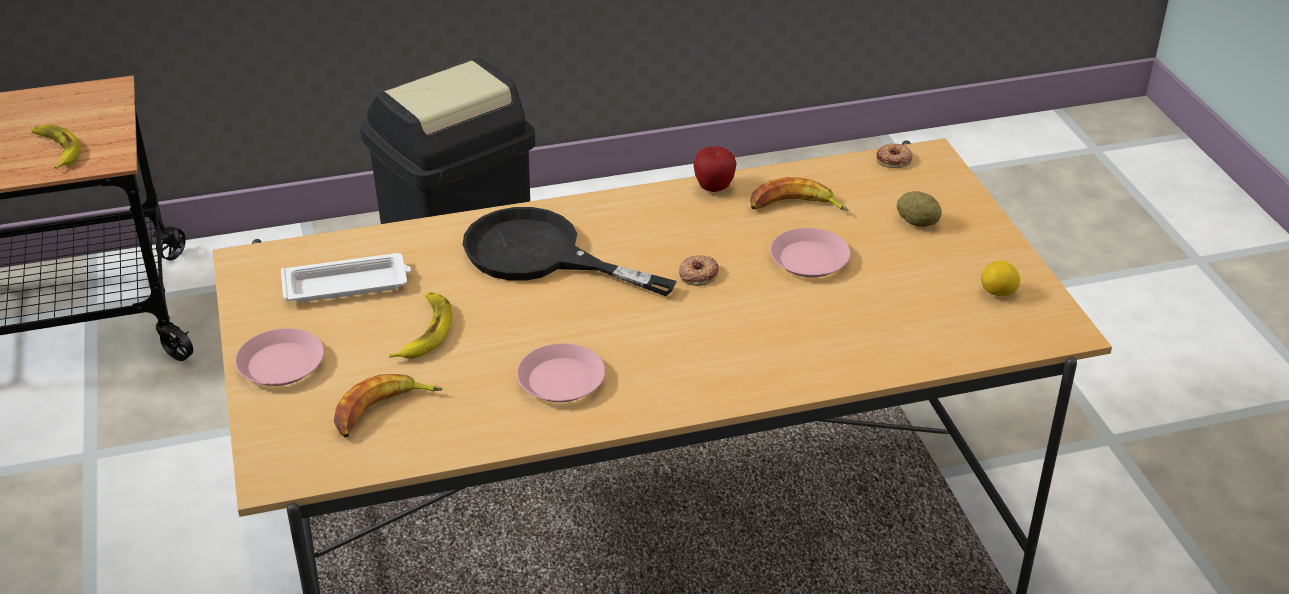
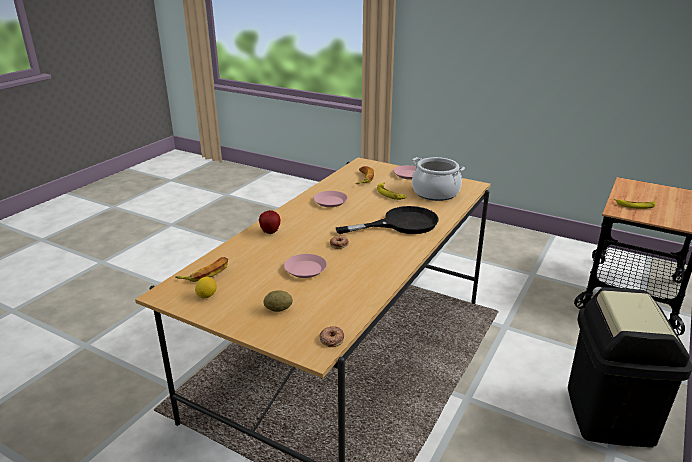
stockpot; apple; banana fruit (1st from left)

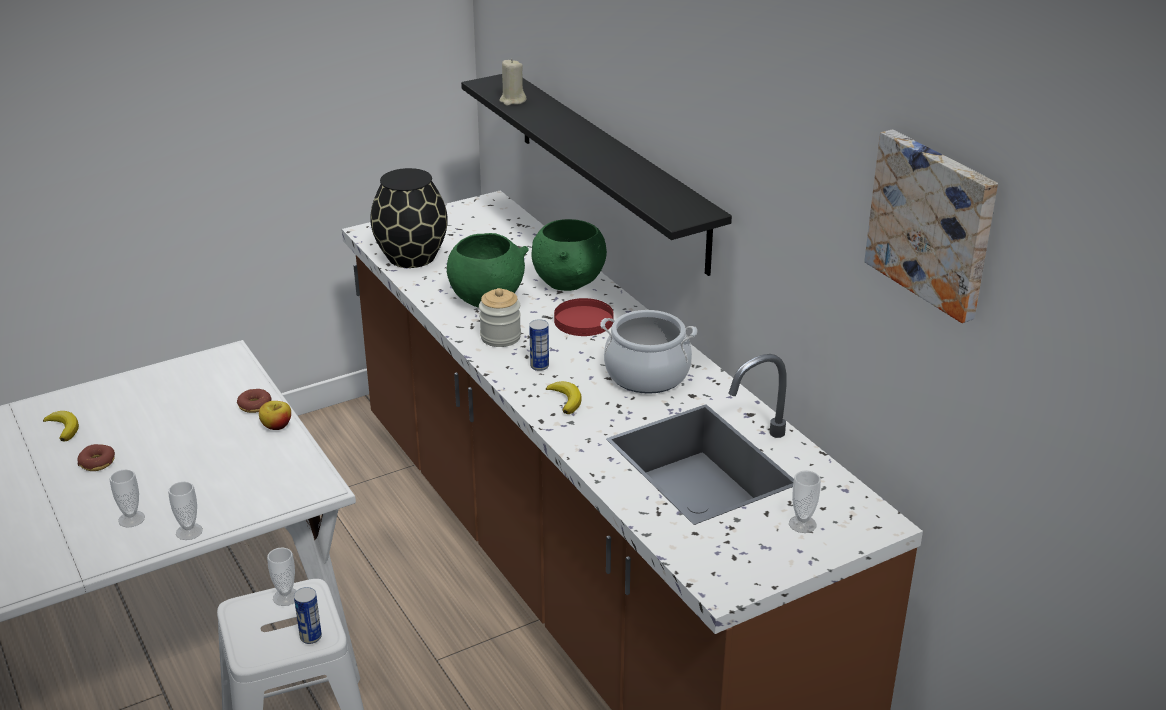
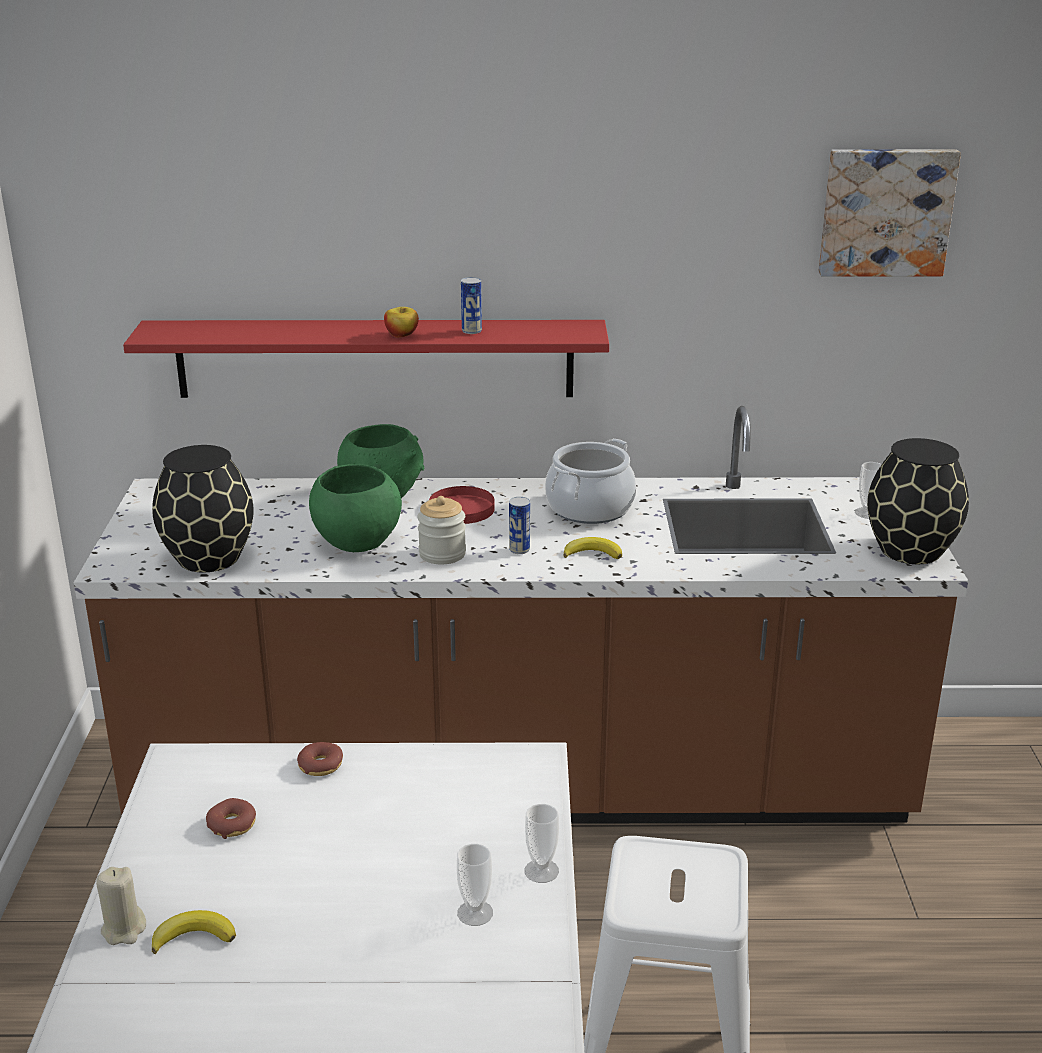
donut (1st from left); apple; small cup (3rd from left in the first image); metal can (1st from left); red shelf; beige-coloured wax candle; blackish flower vase (2nd from left)

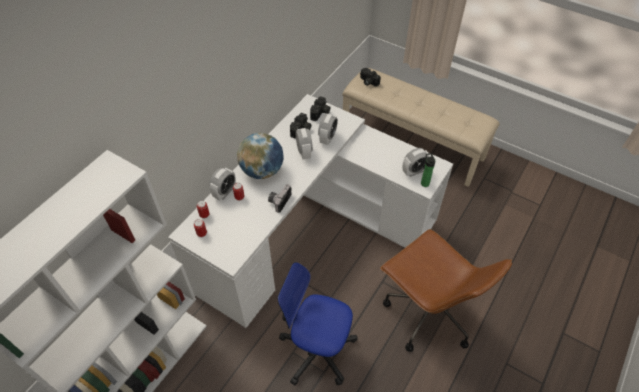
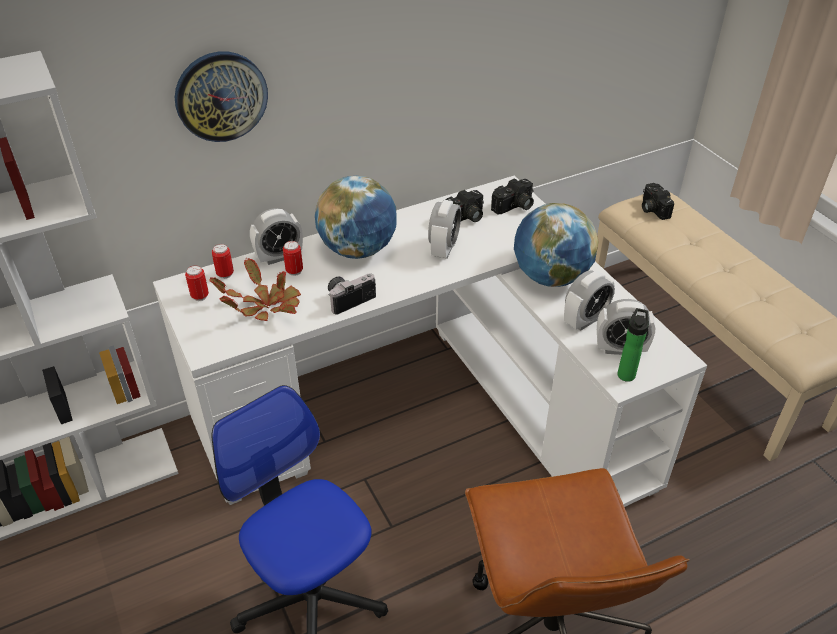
alarm clock (3rd from left); wall clock; houseplant; globe (2nd from left)

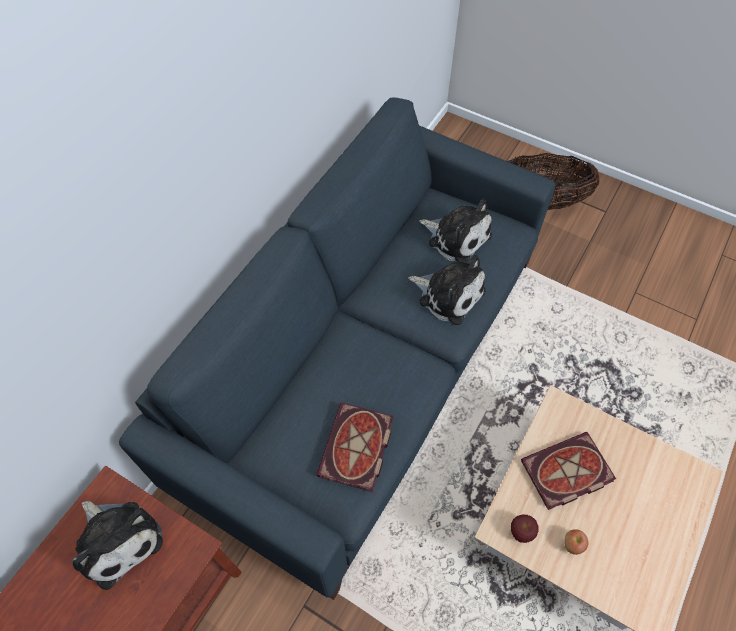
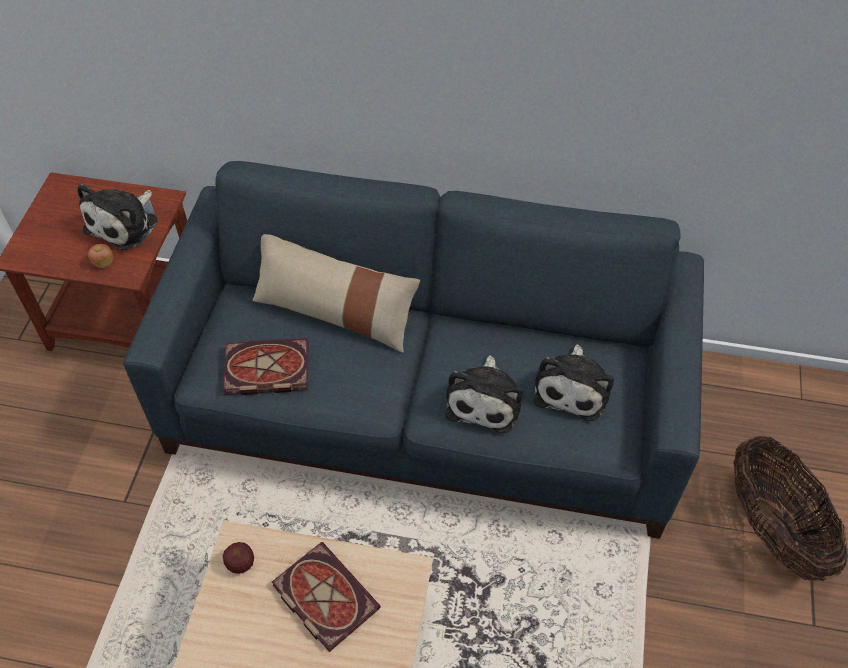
apple (1st from left); beige-coloured cushion

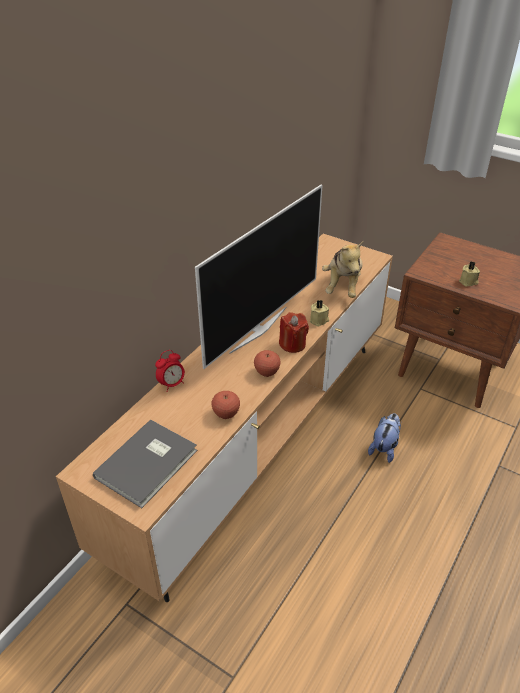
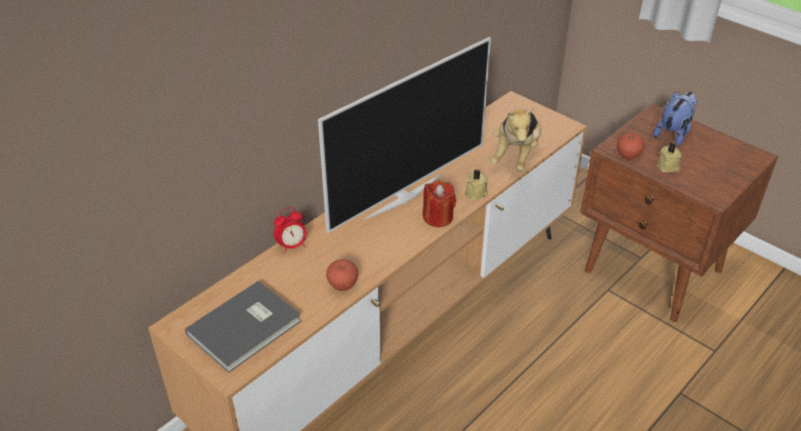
apple (2nd from left); soft toy (2nd from left)

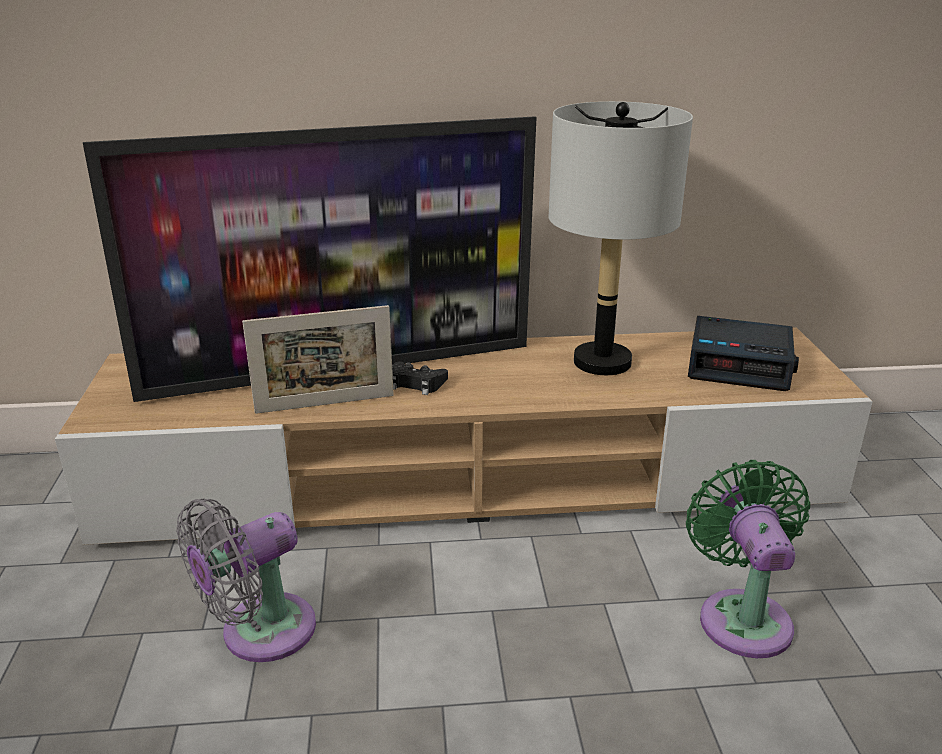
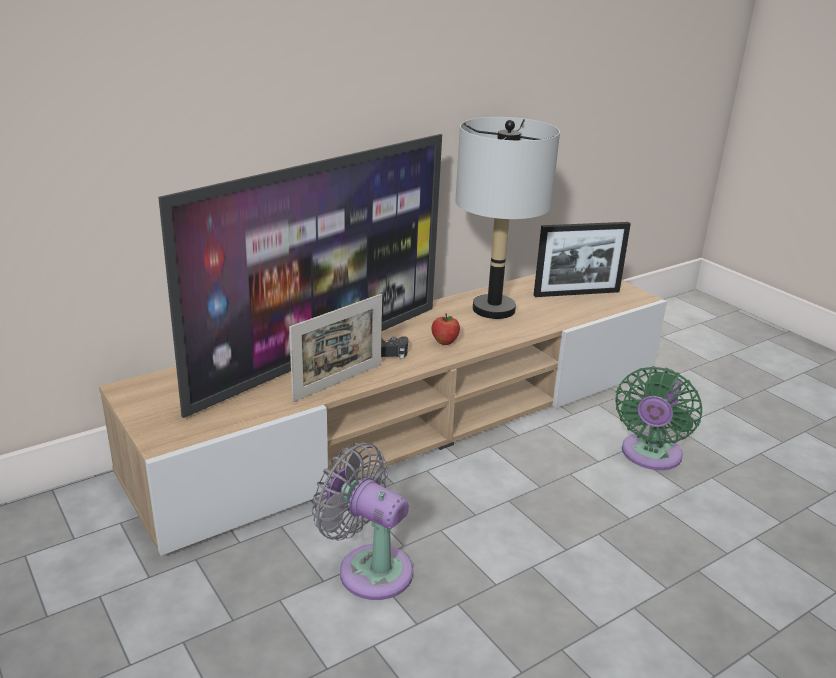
greyish fan; greenish fan; photo frame (2nd from left); apple

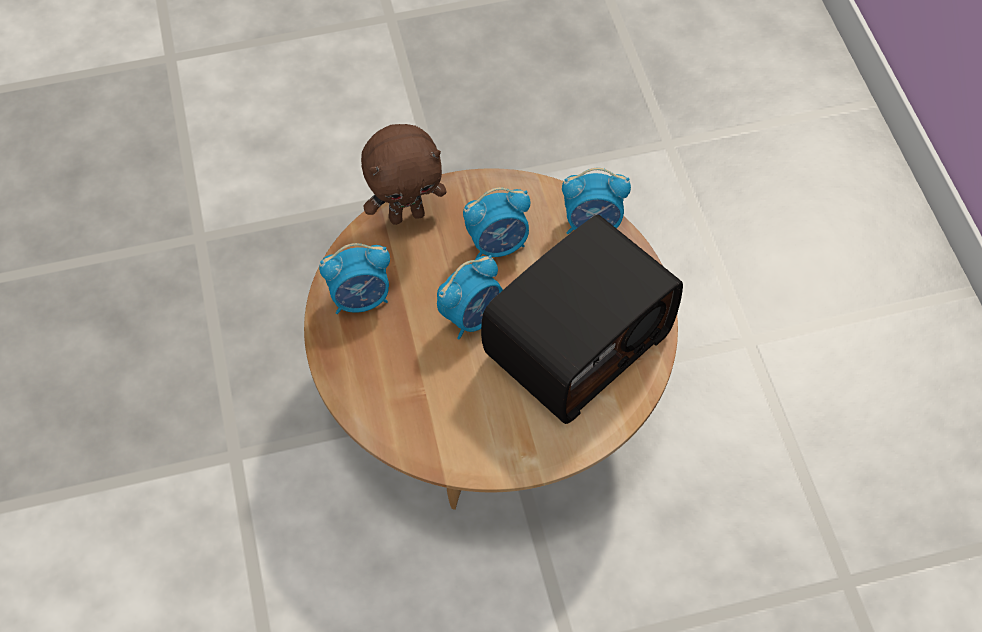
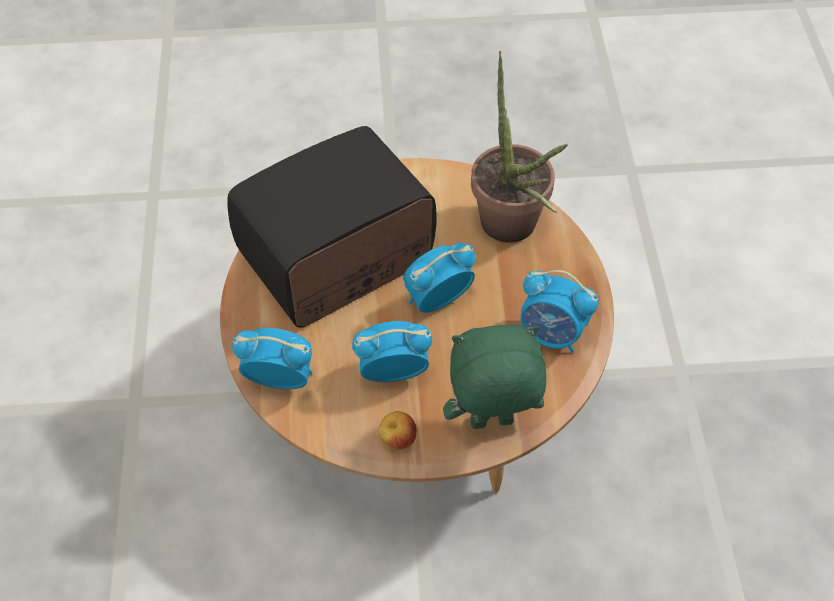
alarm clock (4th from left); greenish soft toy; apple; houseplant

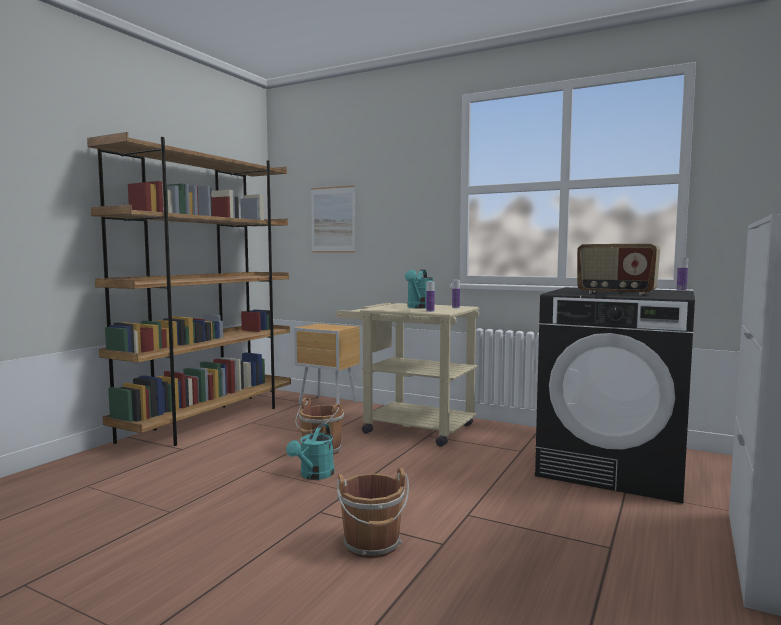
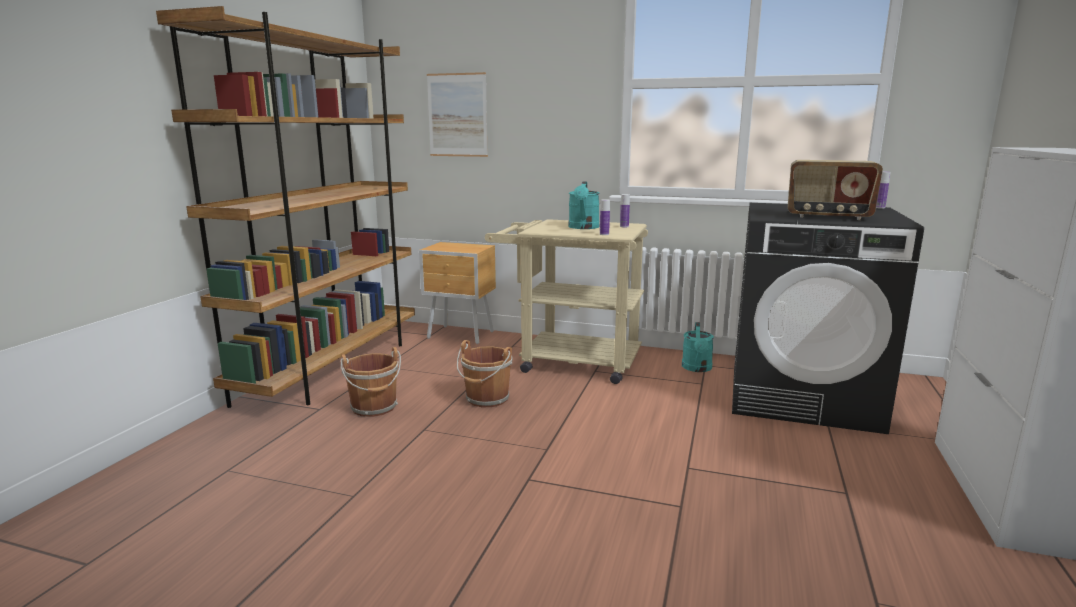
blue-green watering pot (2nd from left); brown water bucket (1st from left)

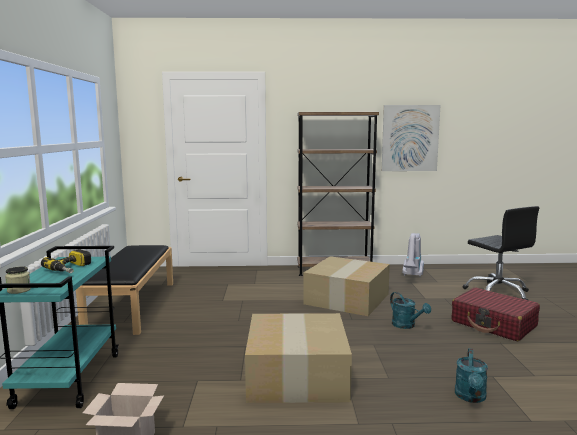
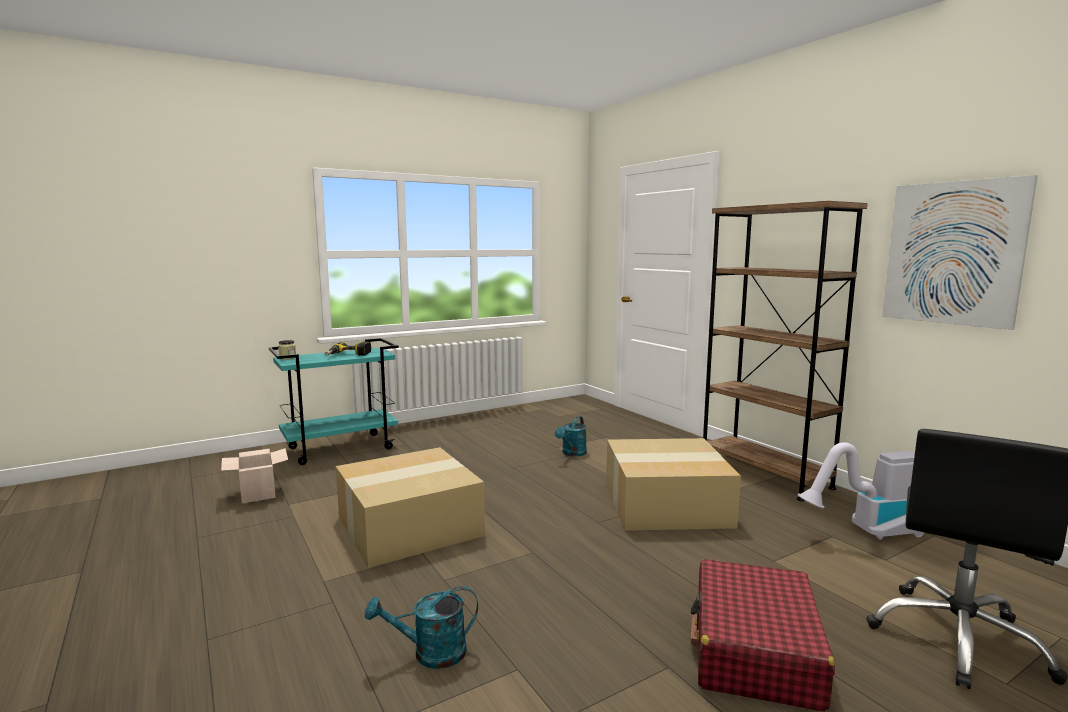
blackish long seat; blue-green watering pot (2nd from left)

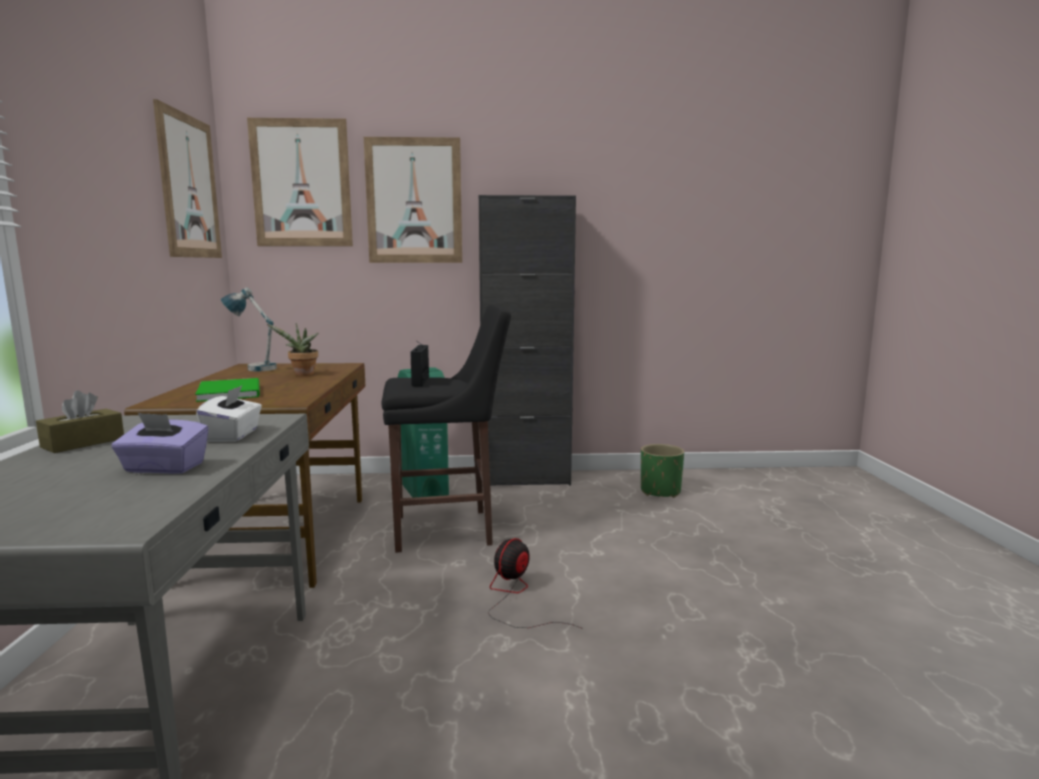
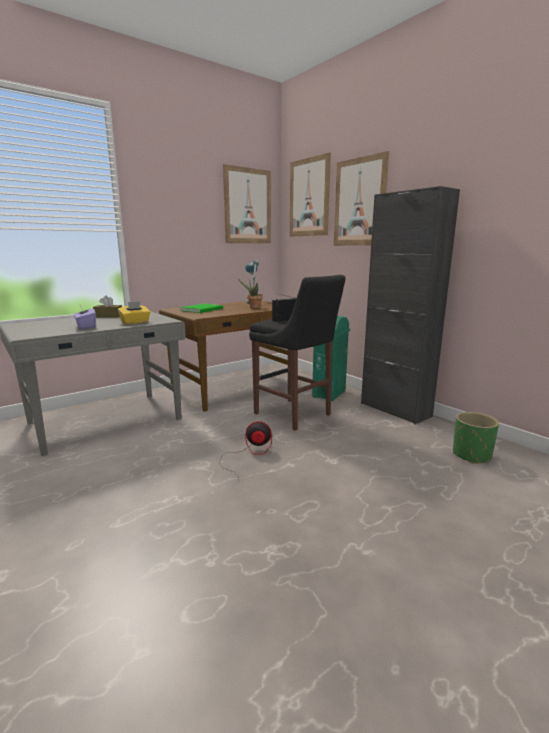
yellowish box of tissues

